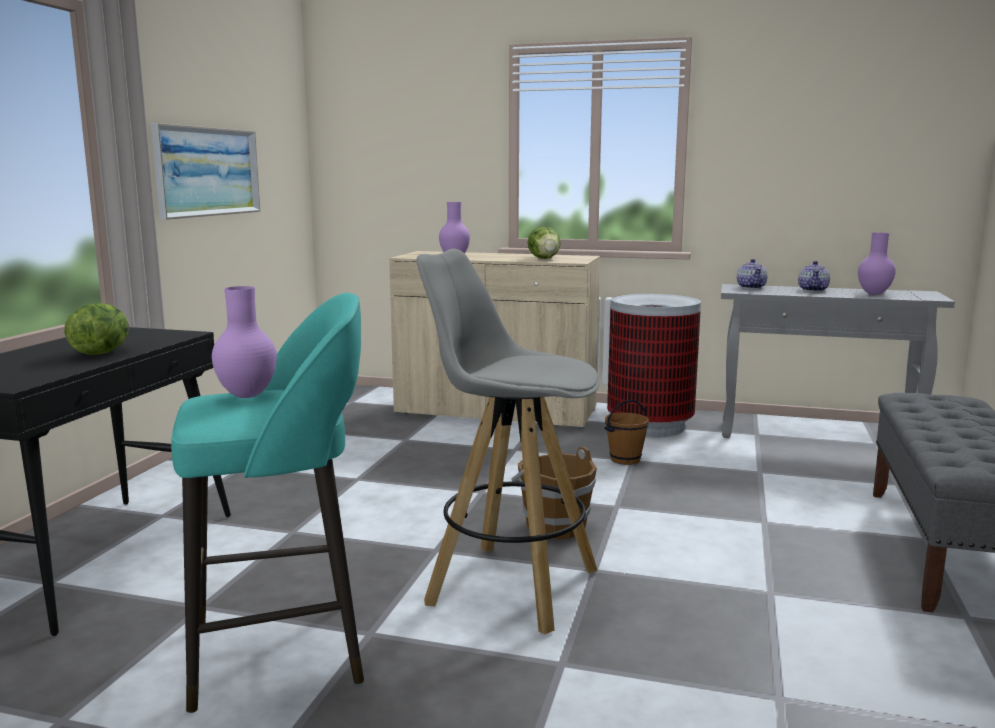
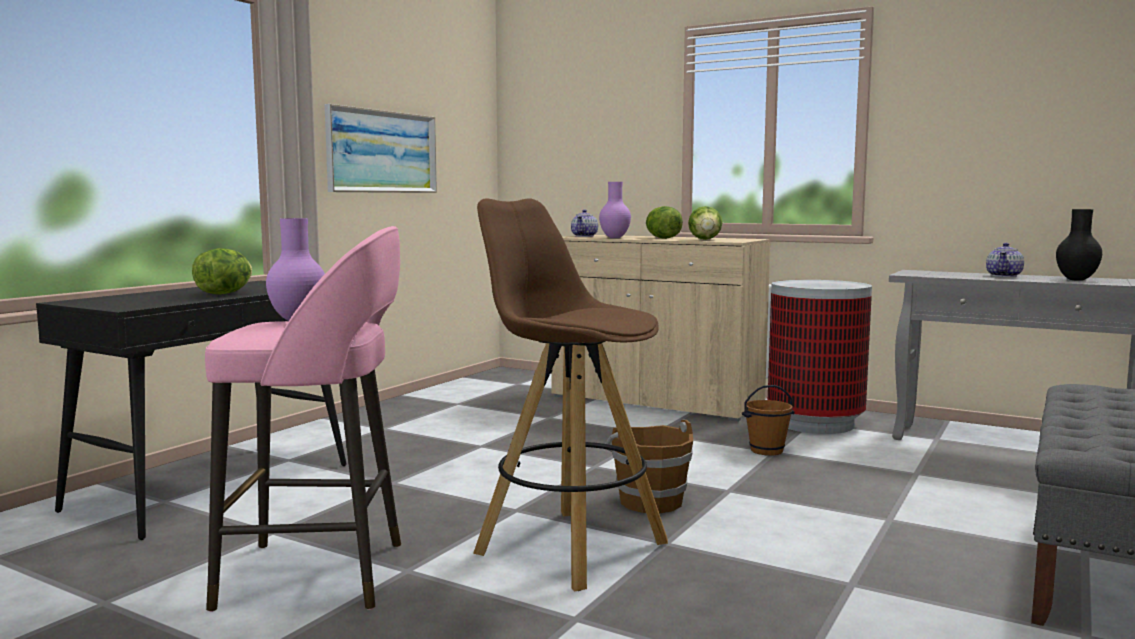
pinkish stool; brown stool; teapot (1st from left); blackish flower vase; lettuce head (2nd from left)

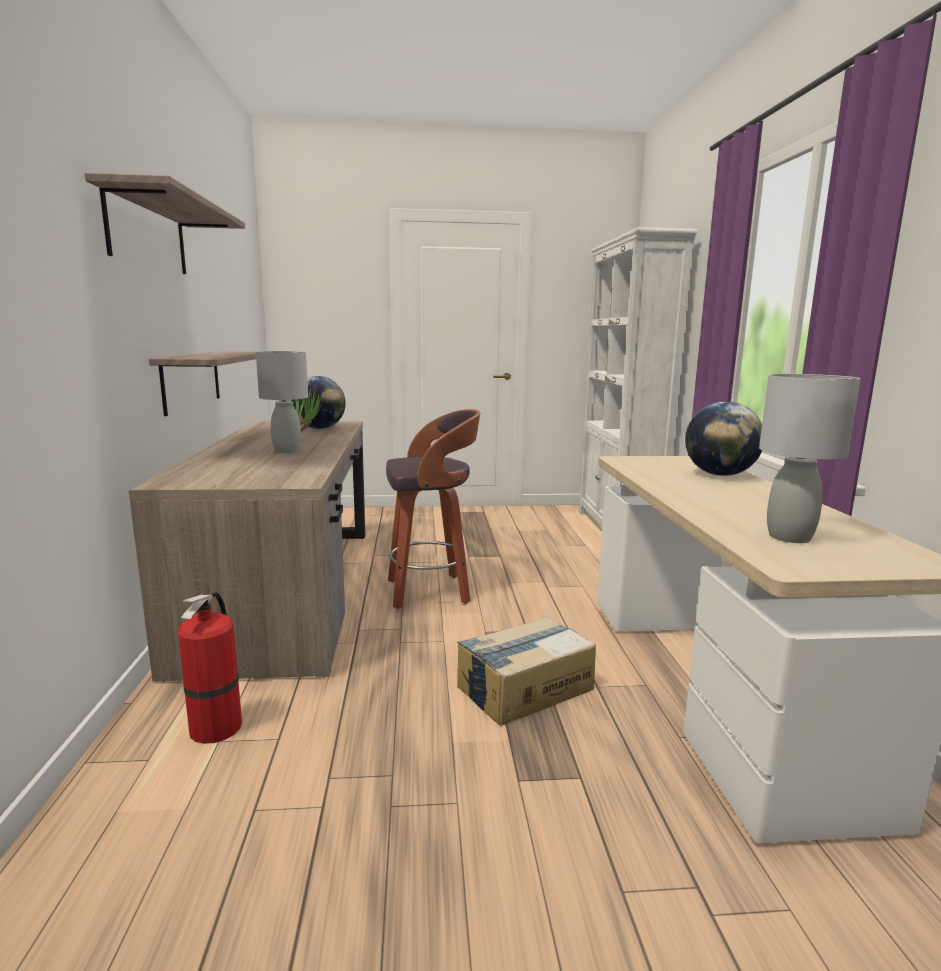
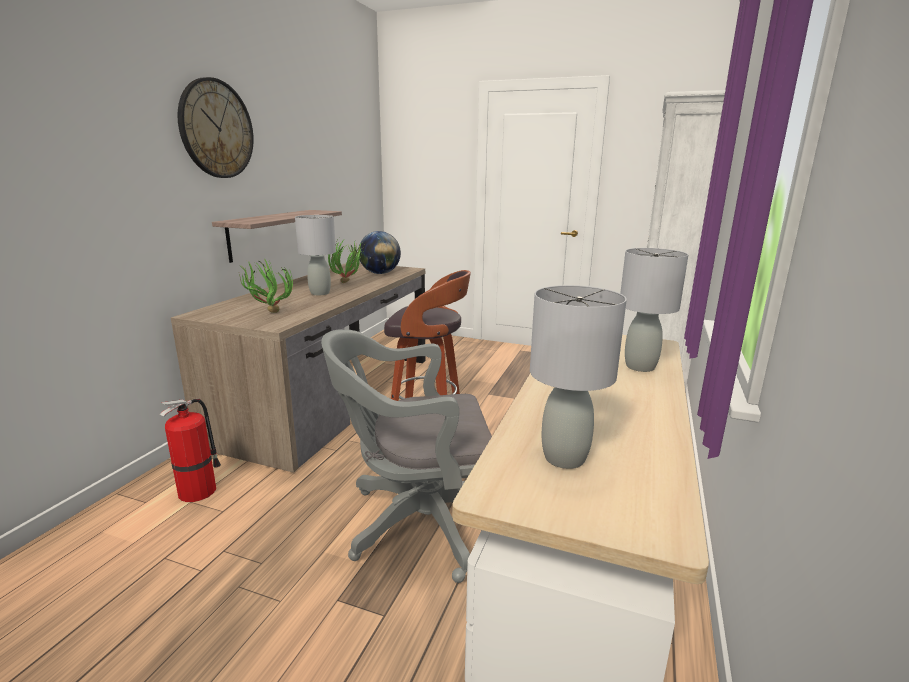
wall clock; greyish desk chair; greyish lamp for a table (3rd from left); houseplant (1st from left)

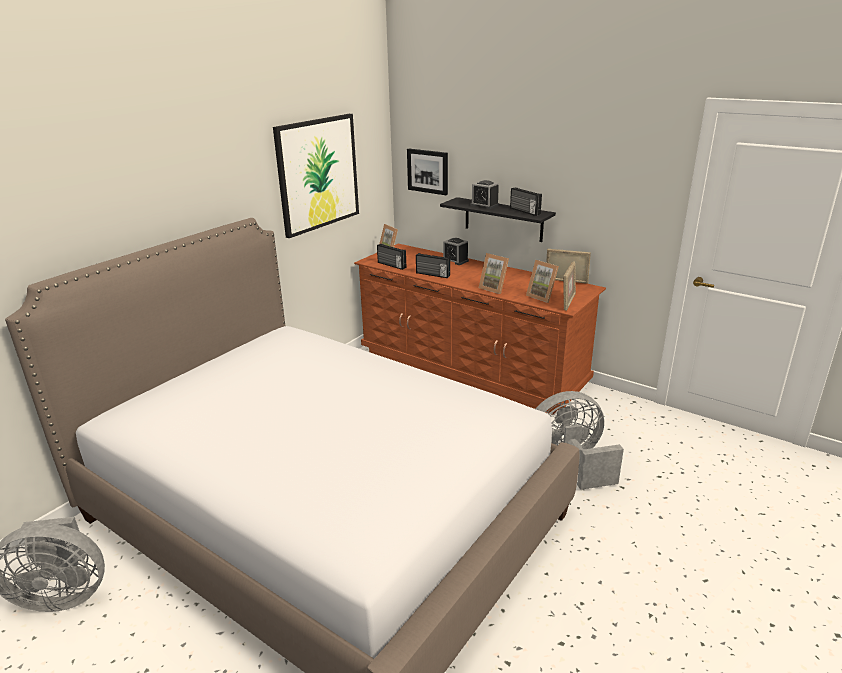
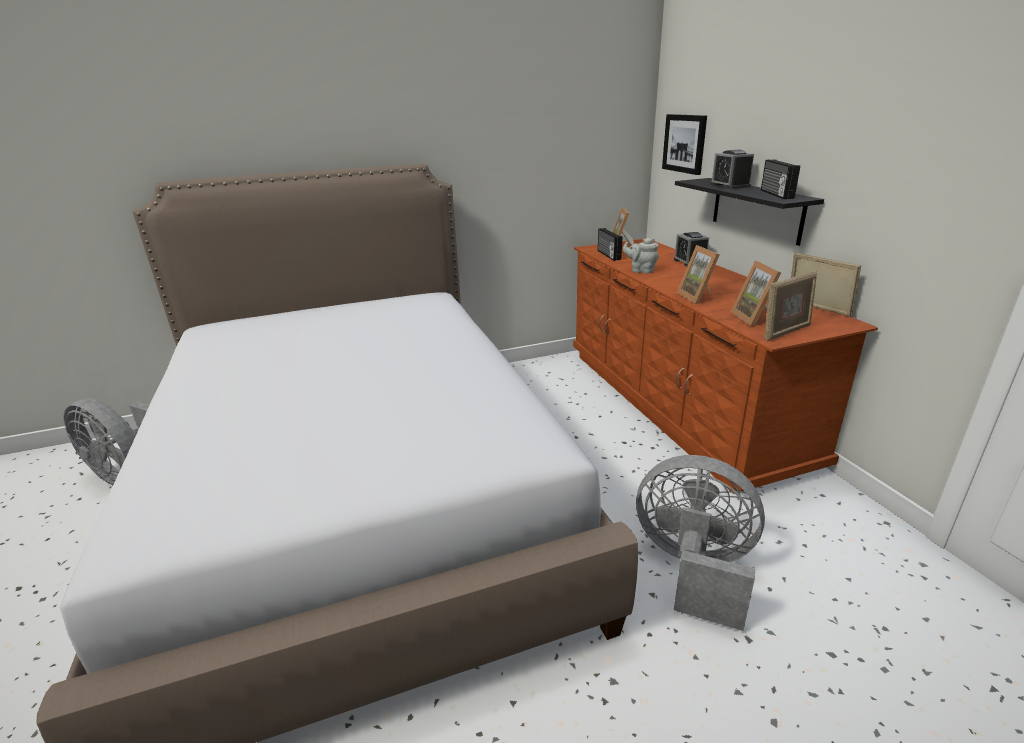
wall picture (1st from left in the first image); greyish teapot

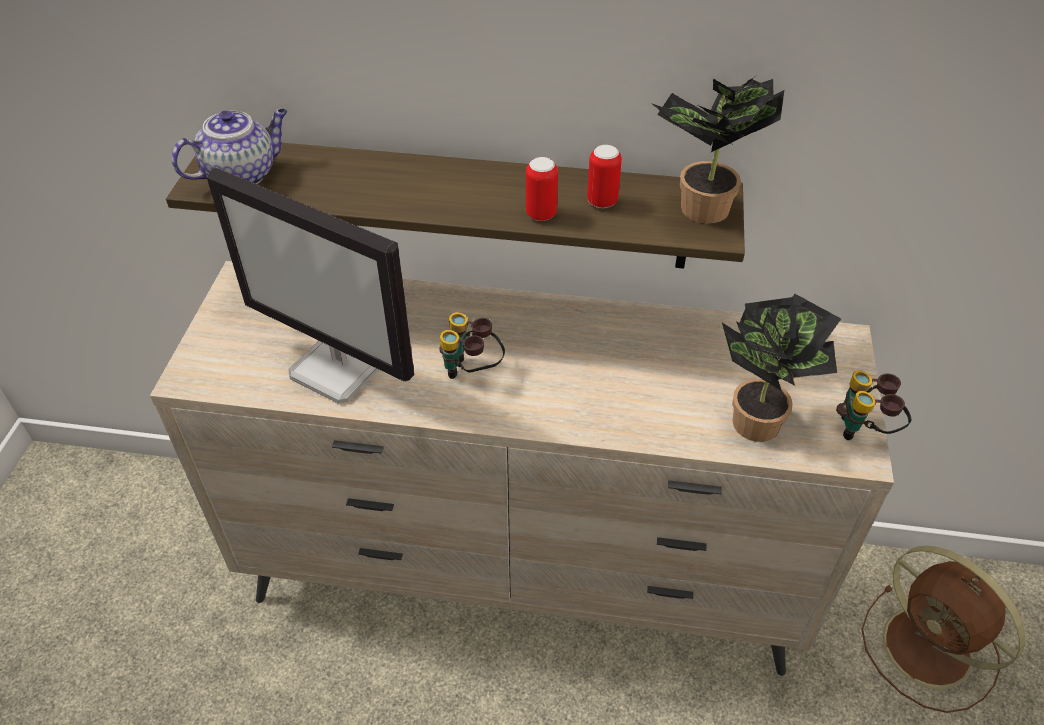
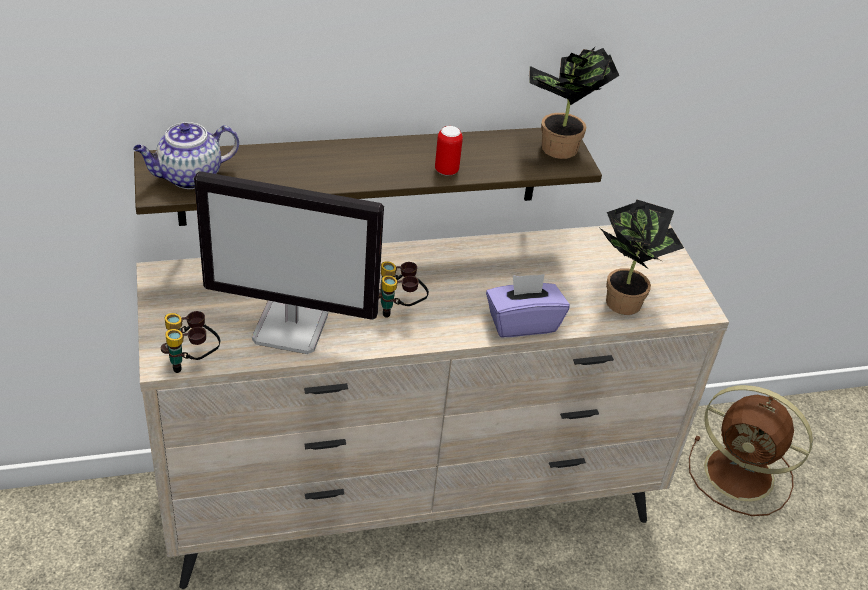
teapot; metal can (2nd from left in the first image); pair of binoculars (1st from left); purple box of tissues

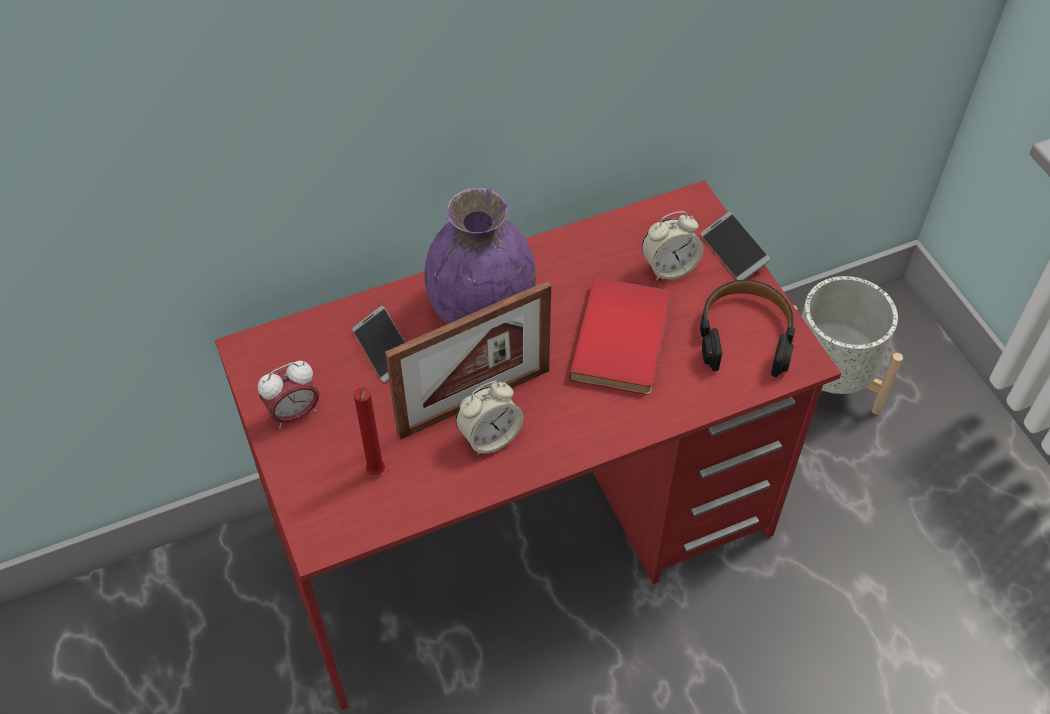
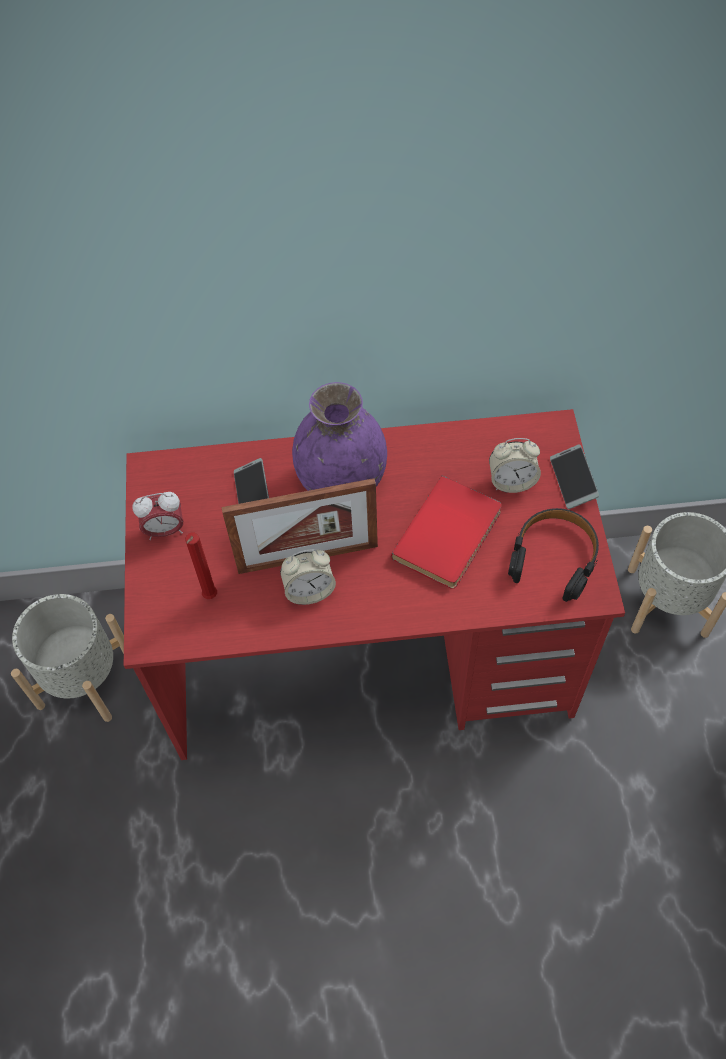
greyish planter (1st from left)

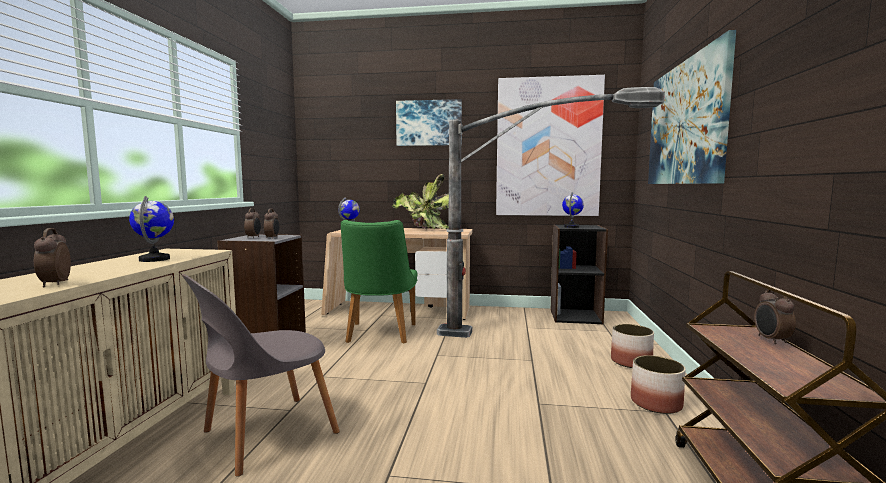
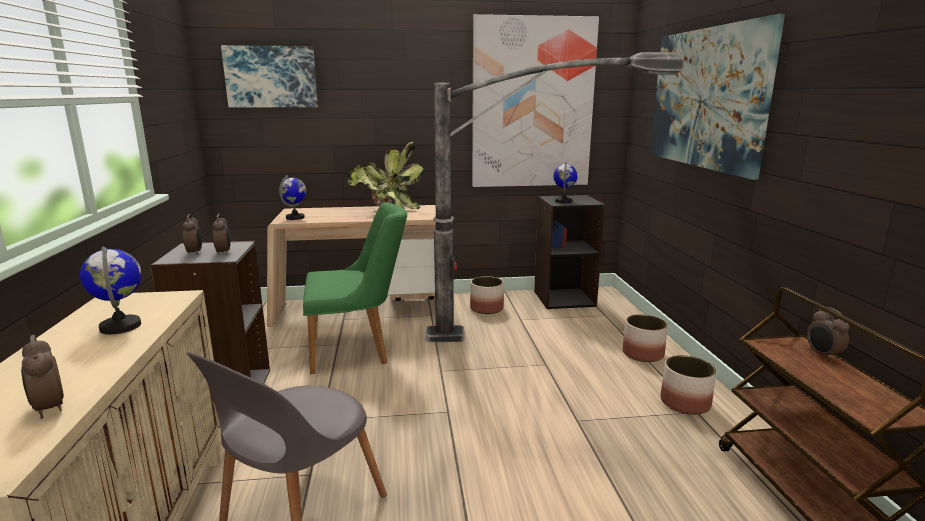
greenish chair; wall picture (1st from left); planter (1st from left)

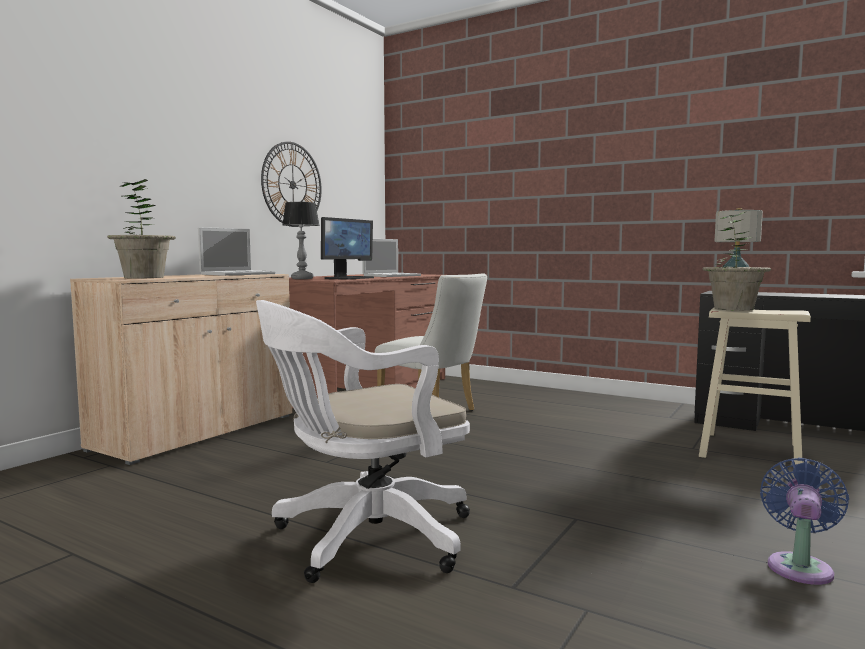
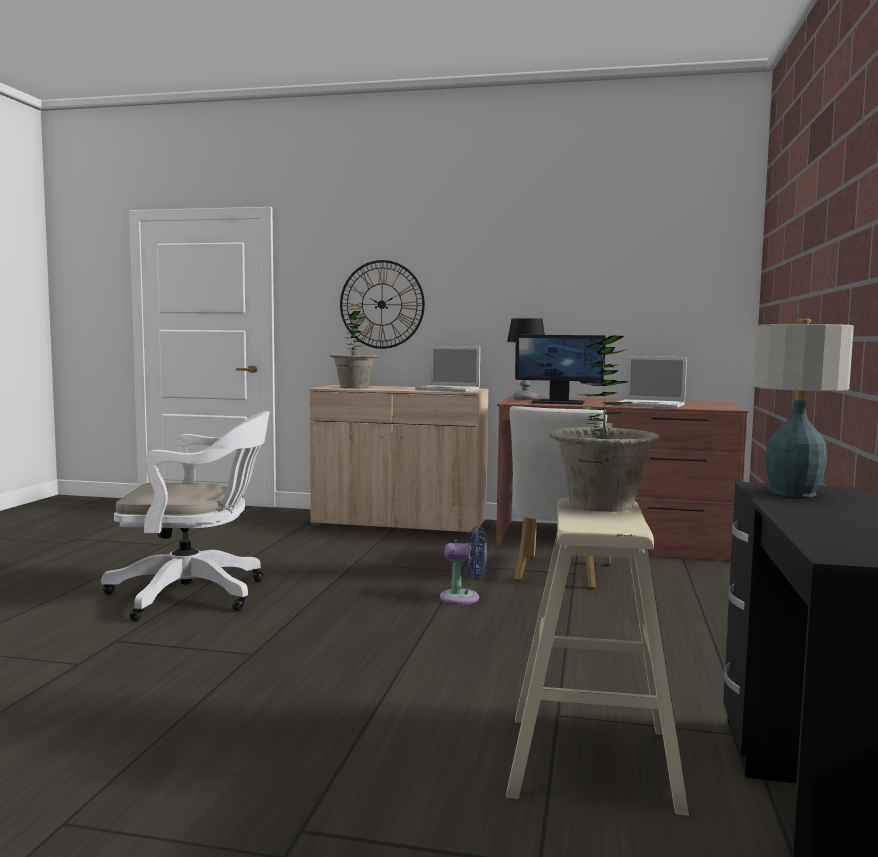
white desk chair; wall clock; blue-coloured fan

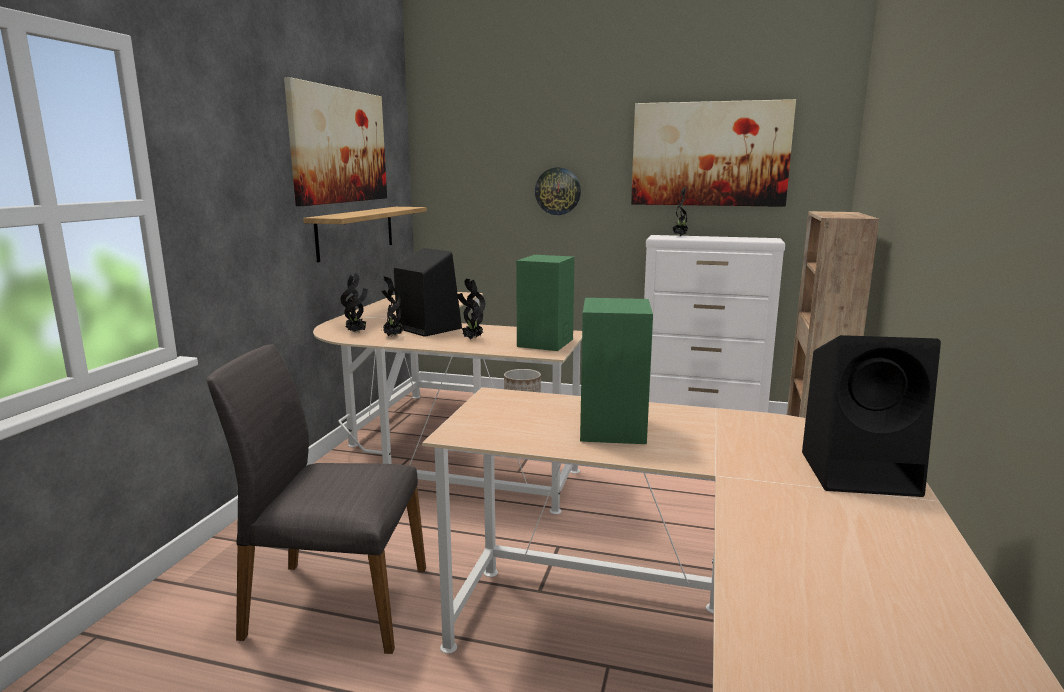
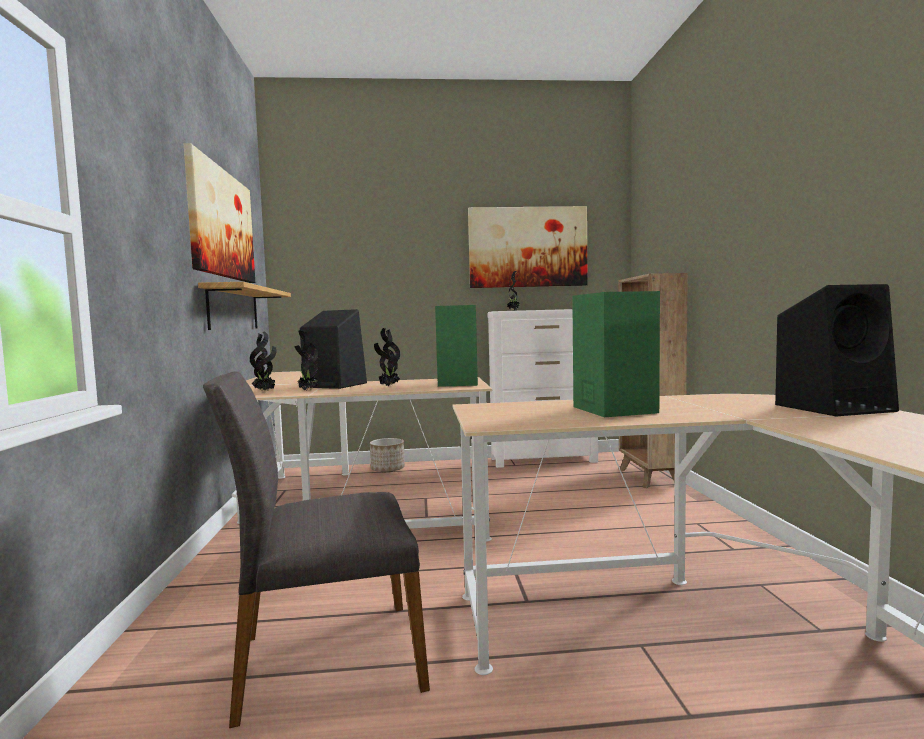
wall clock

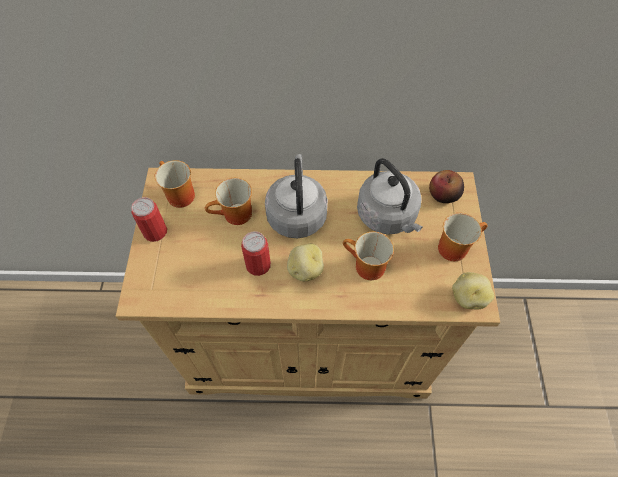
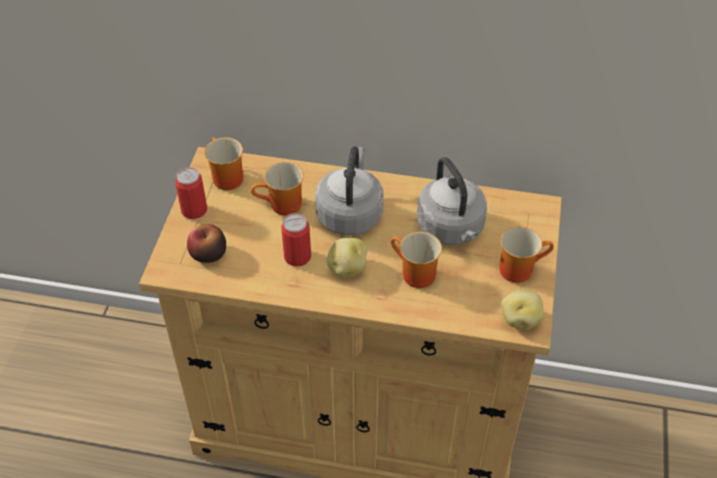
apple

